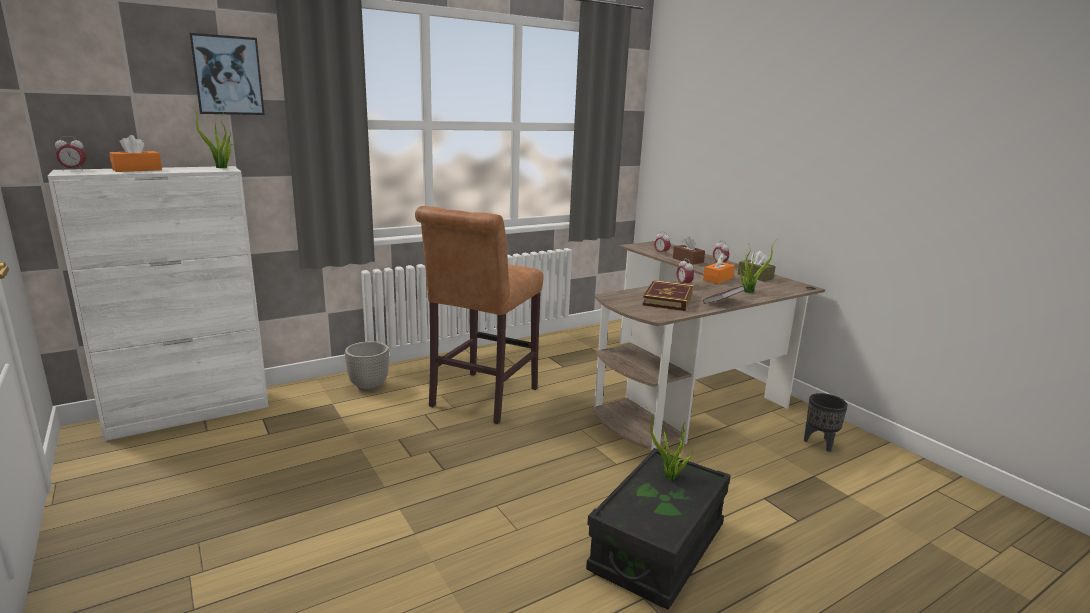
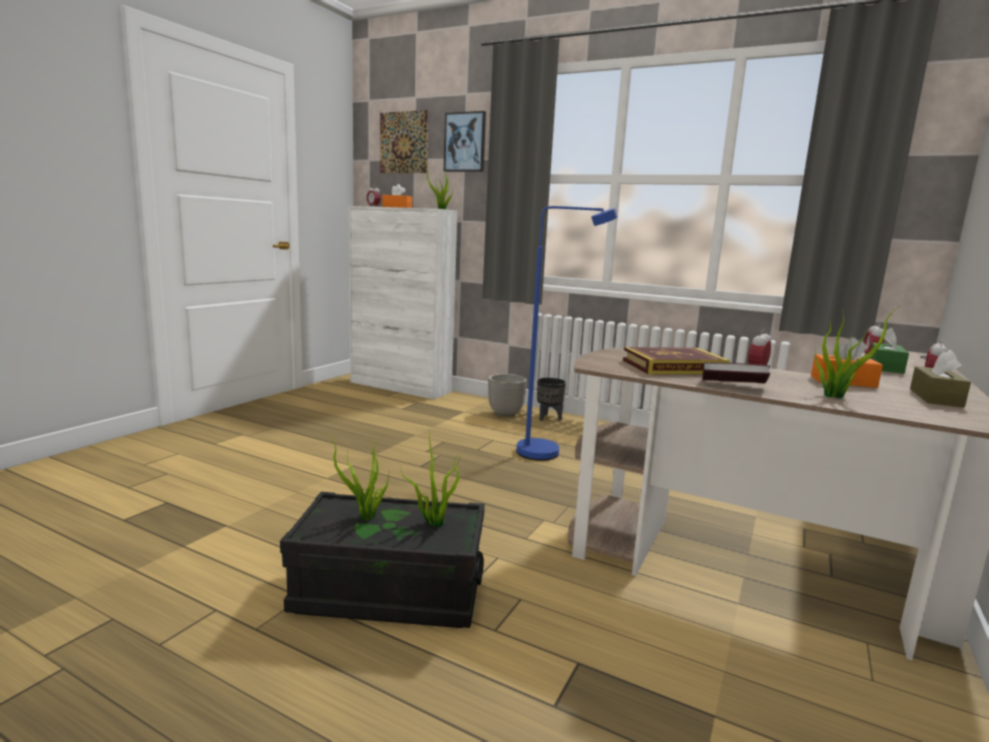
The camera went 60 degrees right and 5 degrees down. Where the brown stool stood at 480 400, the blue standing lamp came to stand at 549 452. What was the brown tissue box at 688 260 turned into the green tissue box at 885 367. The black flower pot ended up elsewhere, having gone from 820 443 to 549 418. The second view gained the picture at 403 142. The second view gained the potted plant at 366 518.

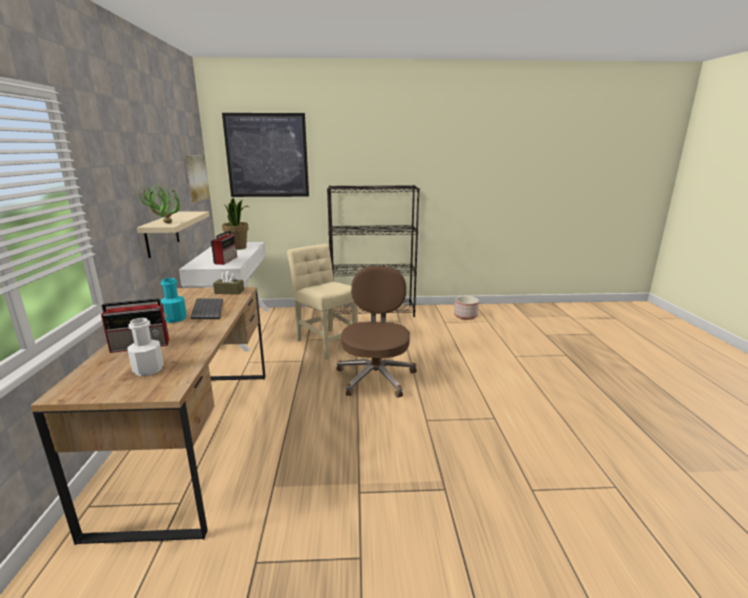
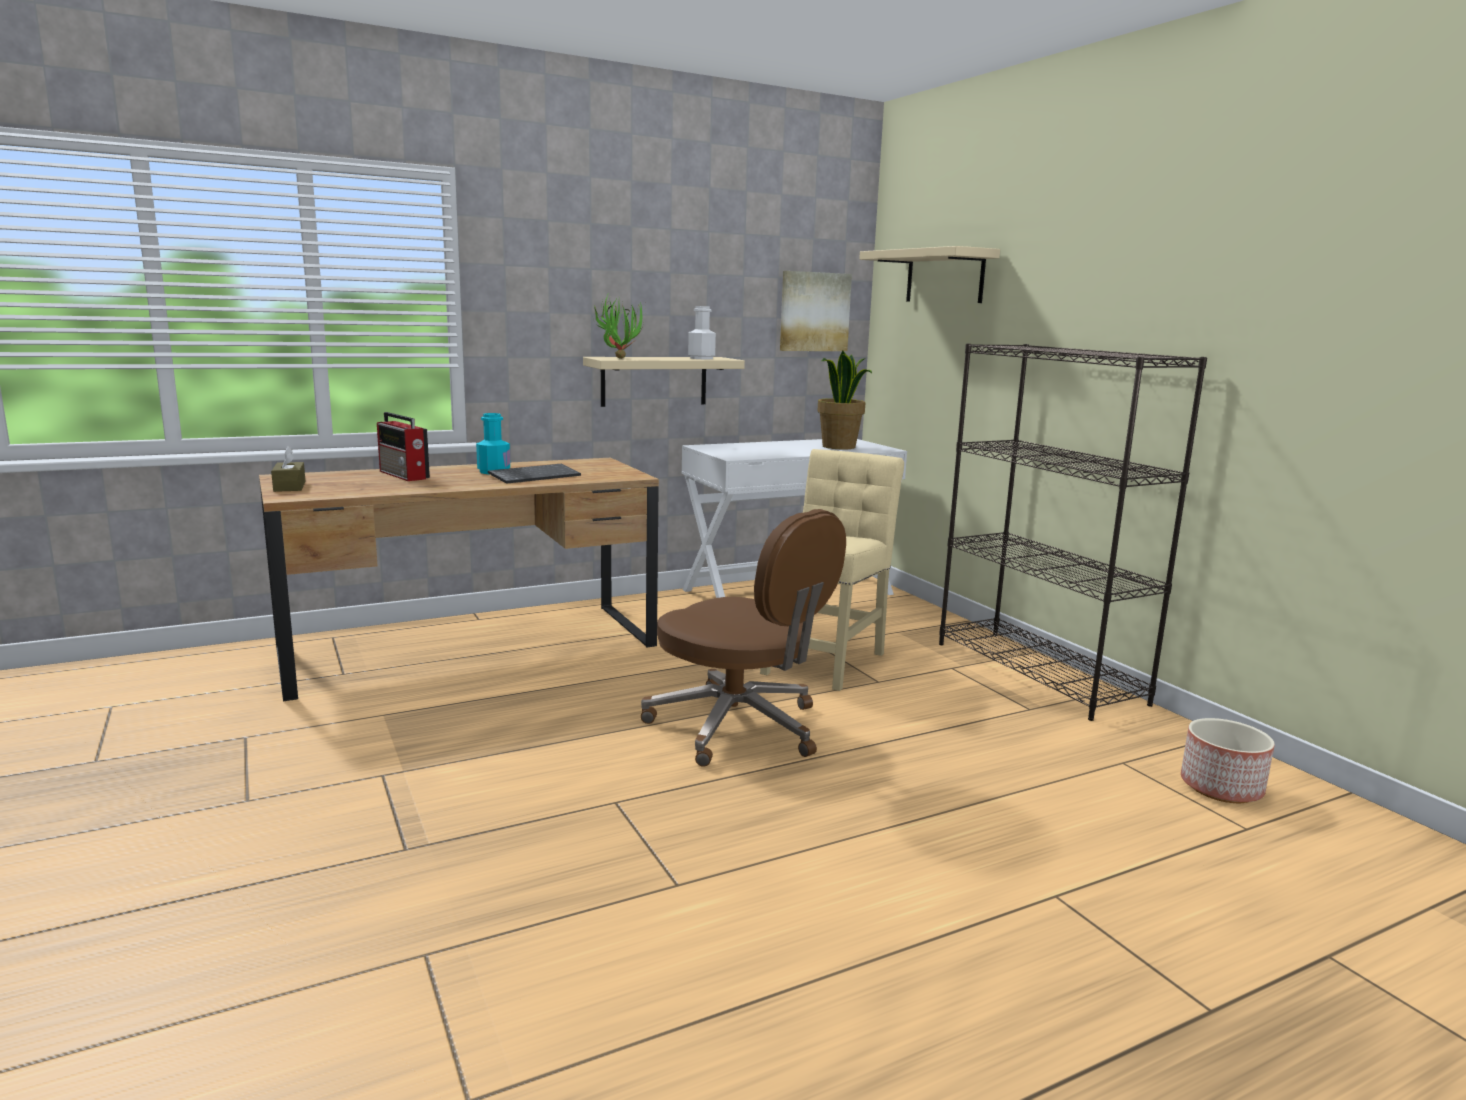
The camera went 65 degrees right and 5 degrees down. Where the picture hung at 267 156, the beige-coloured bracket shelf came to hang at 944 277. The second view lost the radio set at 226 260. The brown desk chair at 376 376 ended up facing another way, 60 degrees clockwise from before. The brown tissue box ended up elsewhere, having gone from 229 292 to 289 486. The whitish drink bottle ended up elsewhere, having gone from 148 369 to 701 358.

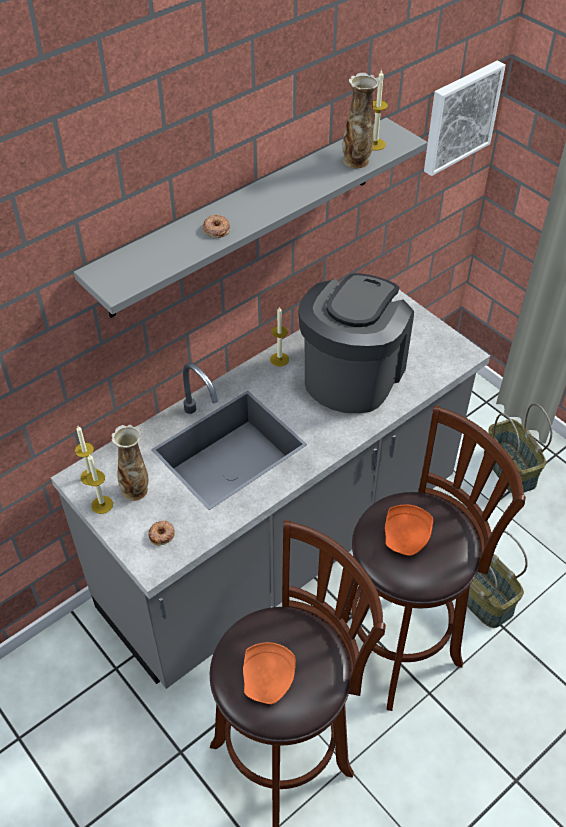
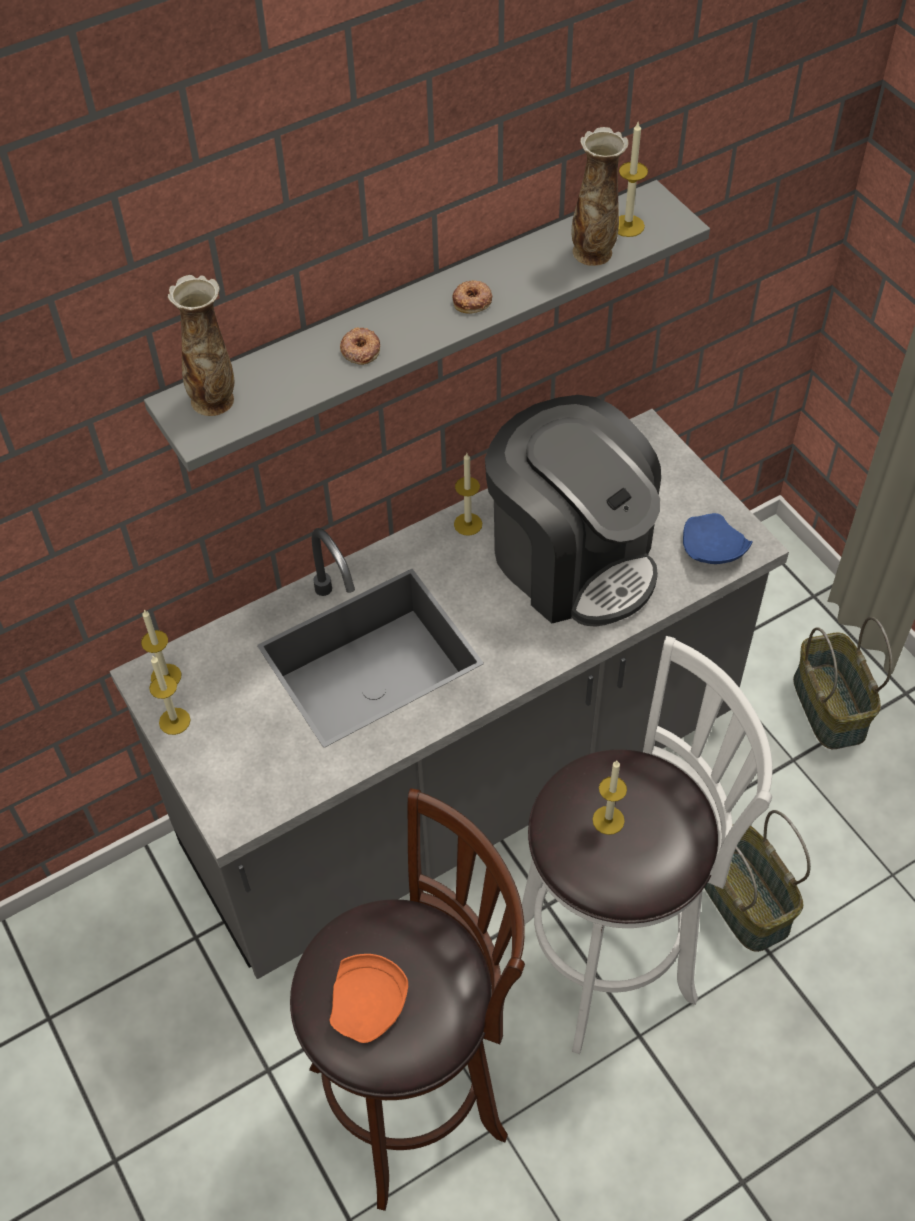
The camera went 10 degrees right and 5 degrees up. The second view lost the picture at 459 116. The coffee machine at 352 374 ended up facing another way, 105 degrees clockwise from before. What was the brown stool at 402 642 turned into the whitish stool at 613 955. The flower vase ended up elsewhere, having gone from 136 490 to 214 400. Where the orange-coloured dinner plate stood at 407 537, the wax light came to stand at 608 820. The ring doughnut ended up elsewhere, having gone from 162 534 to 472 300. The second view gained the blue dinner plate at 711 551.

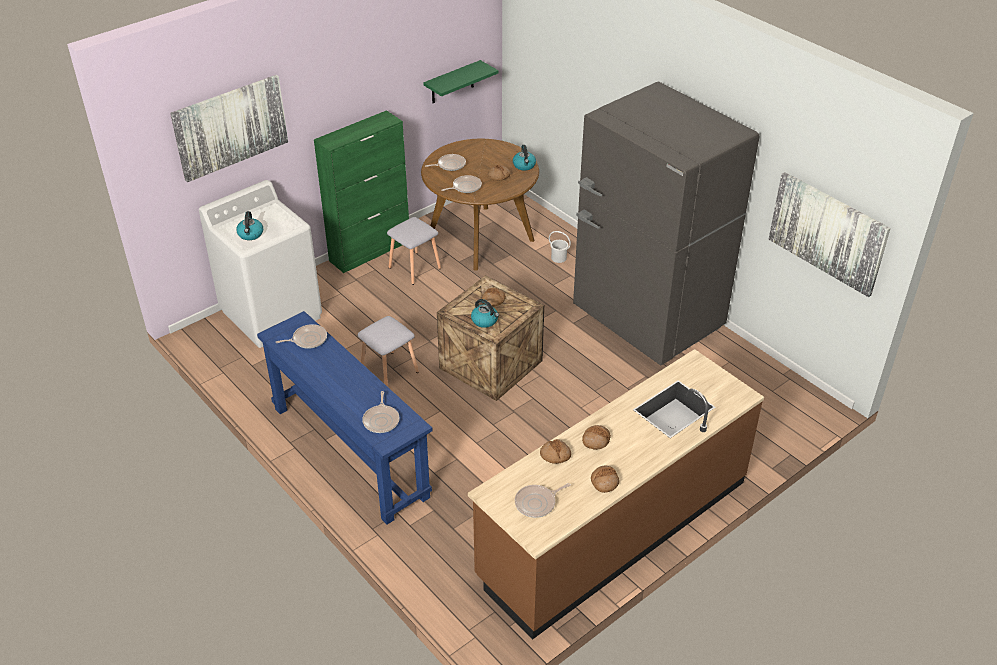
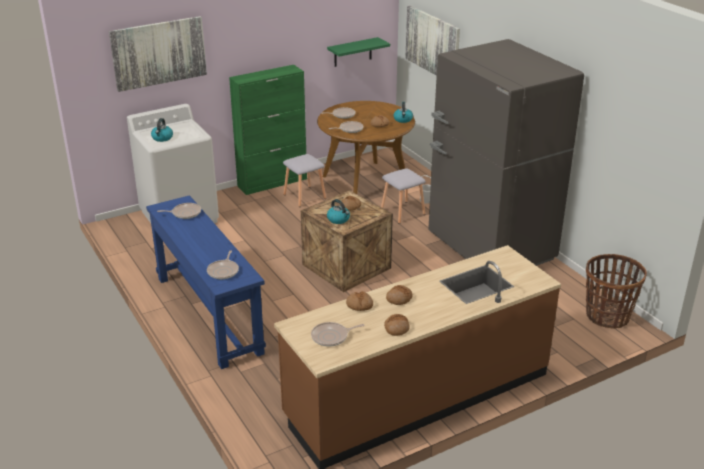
The camera went 10 degrees right and 10 degrees down. The picture ended up elsewhere, having gone from 827 233 to 432 44. The greyish stool ended up elsewhere, having gone from 389 372 to 402 212. The second view gained the household basket at 607 316.

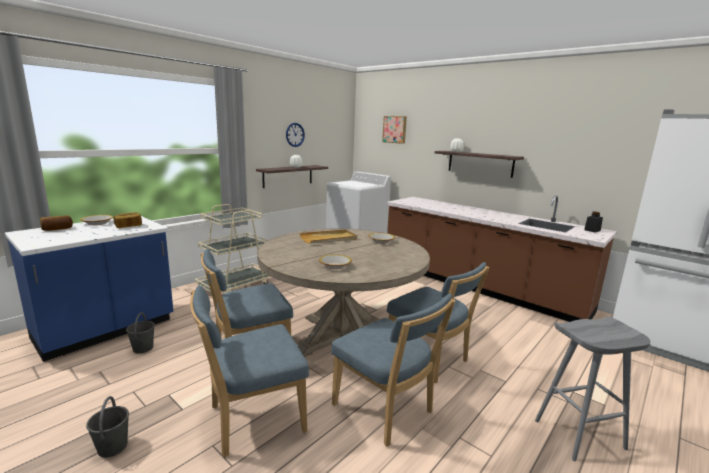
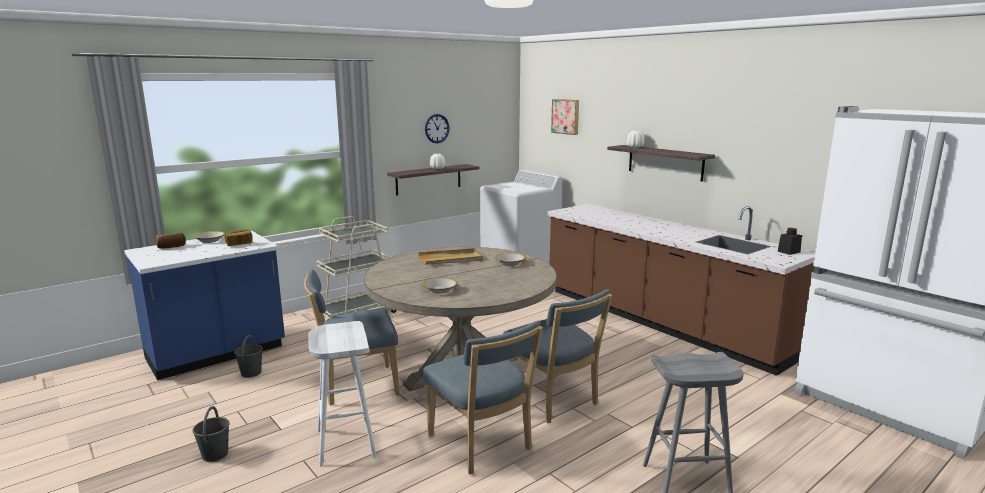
The camera went 10 degrees right and 0 degrees up. Where the blue plain chair stood at 252 420, the whitish stool came to stand at 345 442.

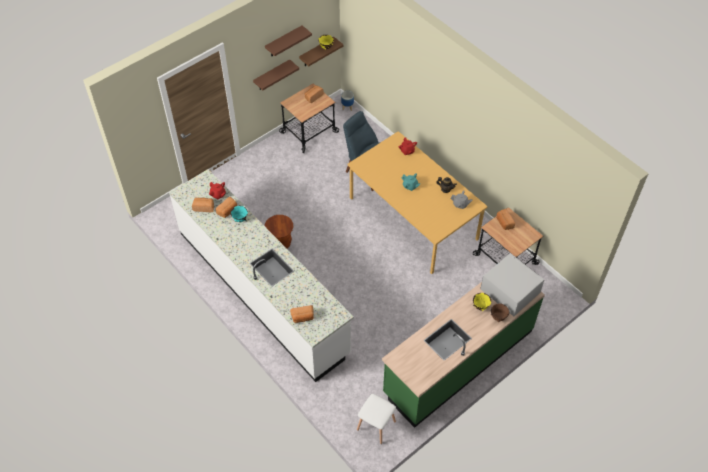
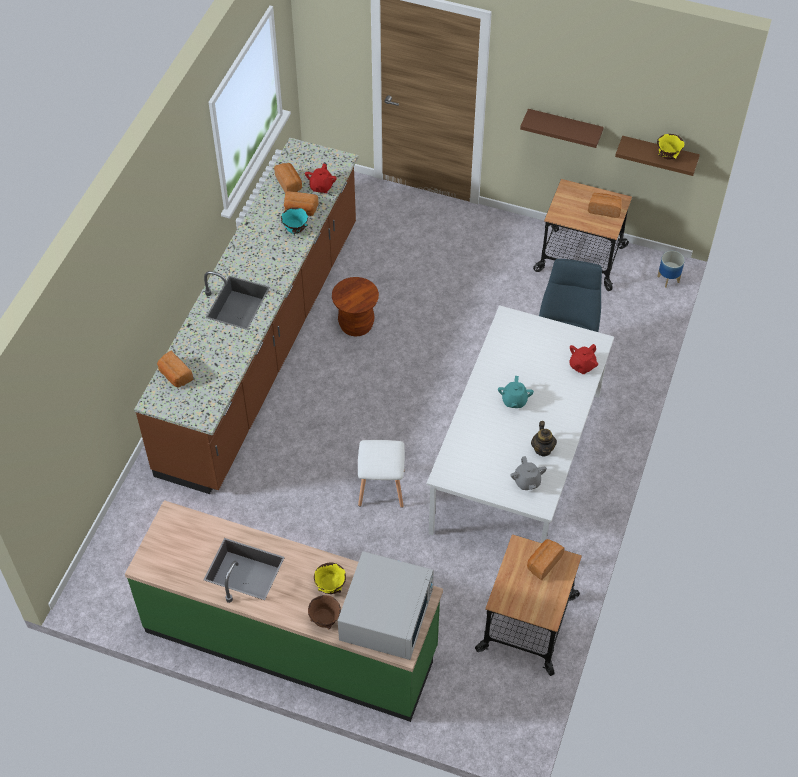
The camera went 60 degrees right and 0 degrees up. The second view lost the brown bracket shelf at 284 42. What was the orange-coloured kitchen table at 412 218 turned into the whitish kitchen table at 516 461. What was the whitish kitchen counter at 262 291 turned into the brown kitchen counter at 263 345. The whitish stool ended up elsewhere, having gone from 375 425 to 381 487.

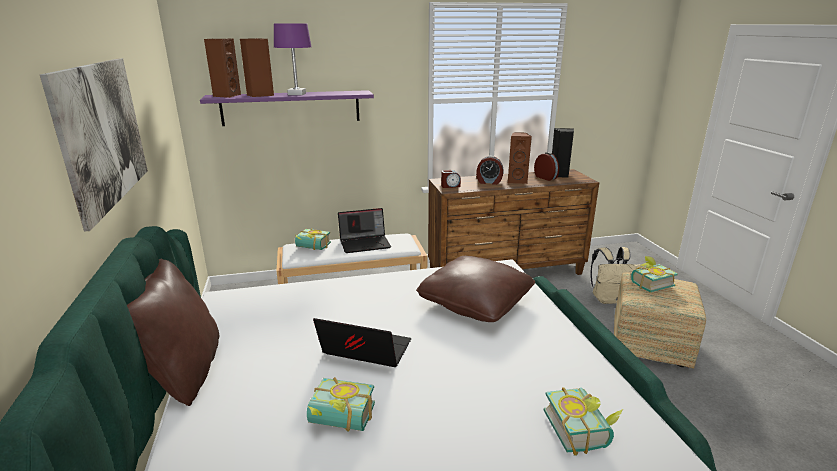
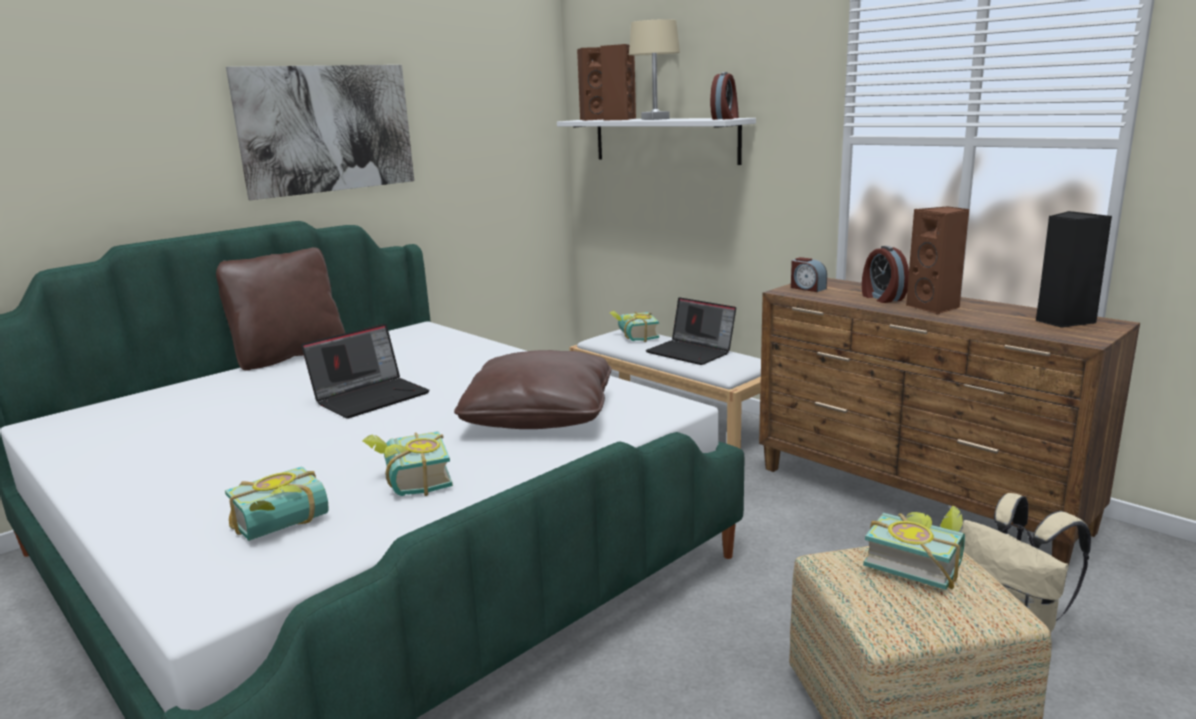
The camera went 60 degrees right and 5 degrees down. What was the purple-coloured table lamp at 296 94 turned into the beige-coloured table lamp at 655 119. What was the purple-coloured bracket shelf at 291 108 turned into the whitish bracket shelf at 664 140. The bedside clock ended up elsewhere, having gone from 546 177 to 725 118. The laptop at 364 351 ended up facing another way, 60 degrees clockwise from before. The bound book ended up elsewhere, having gone from 340 422 to 410 482.

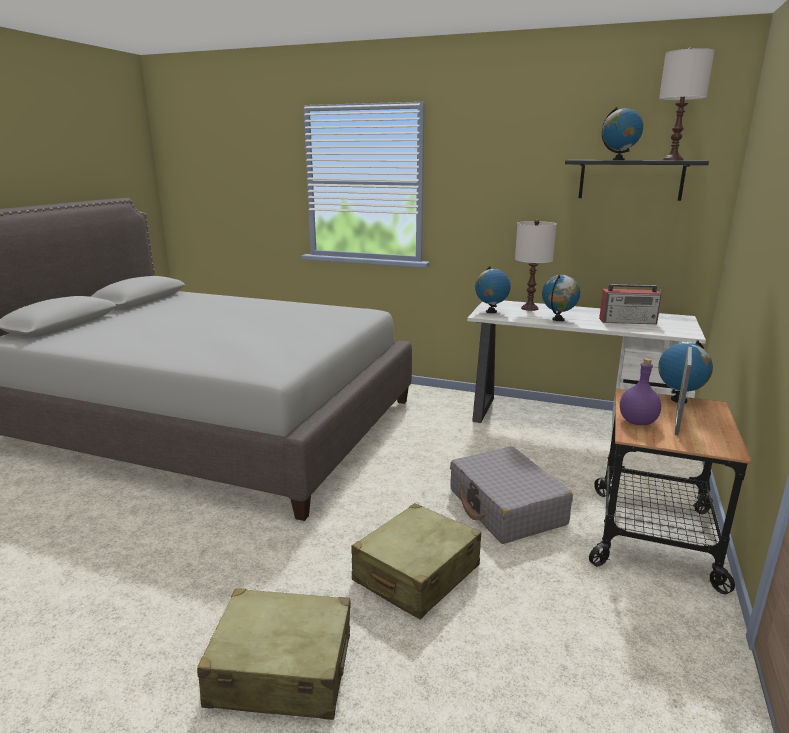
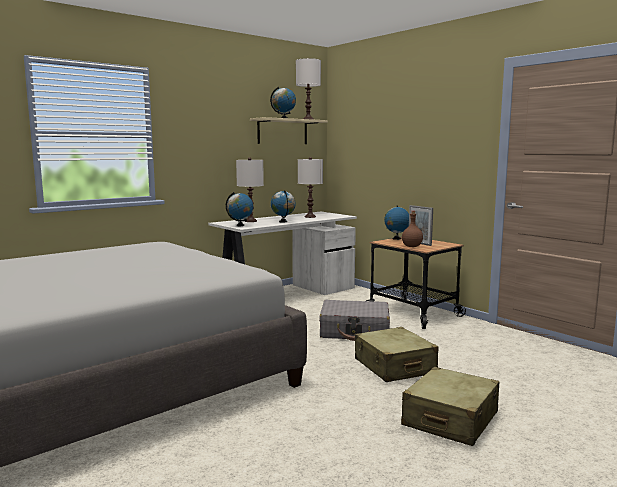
The camera went 60 degrees left and 10 degrees down. What was the black bracket shelf at 630 179 turned into the beige-coloured bracket shelf at 282 131. Where the radio set stood at 628 321, the whitish table lamp came to stand at 310 217. What was the purple-coloured drink bottle at 638 422 turned into the brown drink bottle at 412 246.

